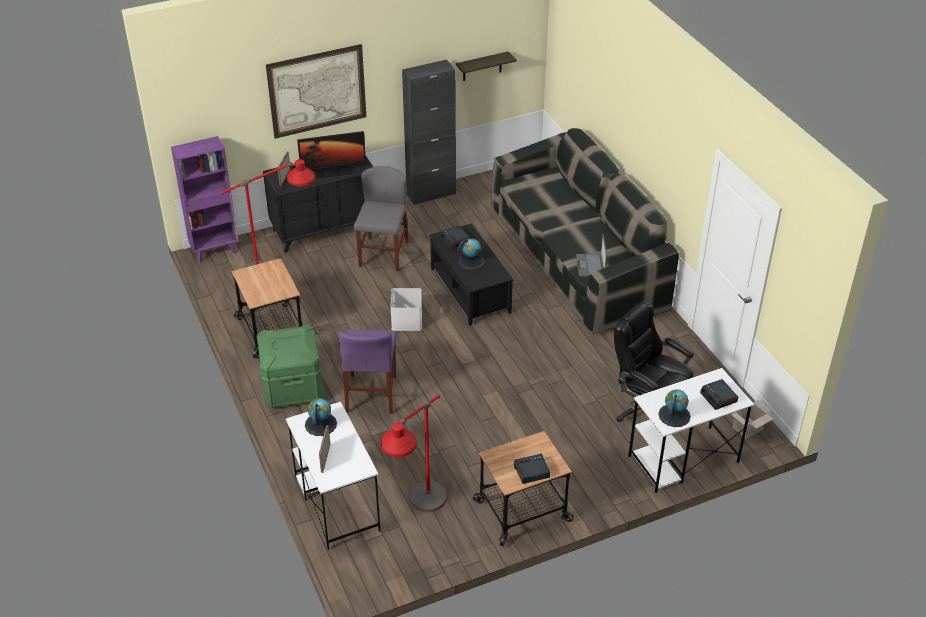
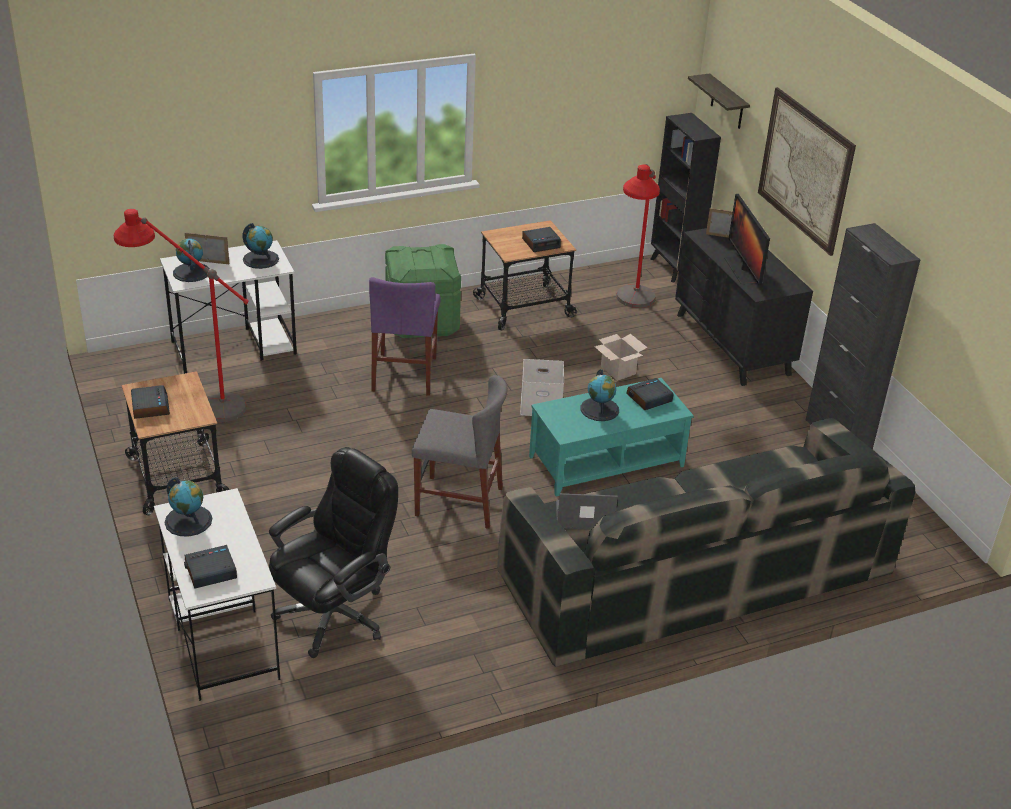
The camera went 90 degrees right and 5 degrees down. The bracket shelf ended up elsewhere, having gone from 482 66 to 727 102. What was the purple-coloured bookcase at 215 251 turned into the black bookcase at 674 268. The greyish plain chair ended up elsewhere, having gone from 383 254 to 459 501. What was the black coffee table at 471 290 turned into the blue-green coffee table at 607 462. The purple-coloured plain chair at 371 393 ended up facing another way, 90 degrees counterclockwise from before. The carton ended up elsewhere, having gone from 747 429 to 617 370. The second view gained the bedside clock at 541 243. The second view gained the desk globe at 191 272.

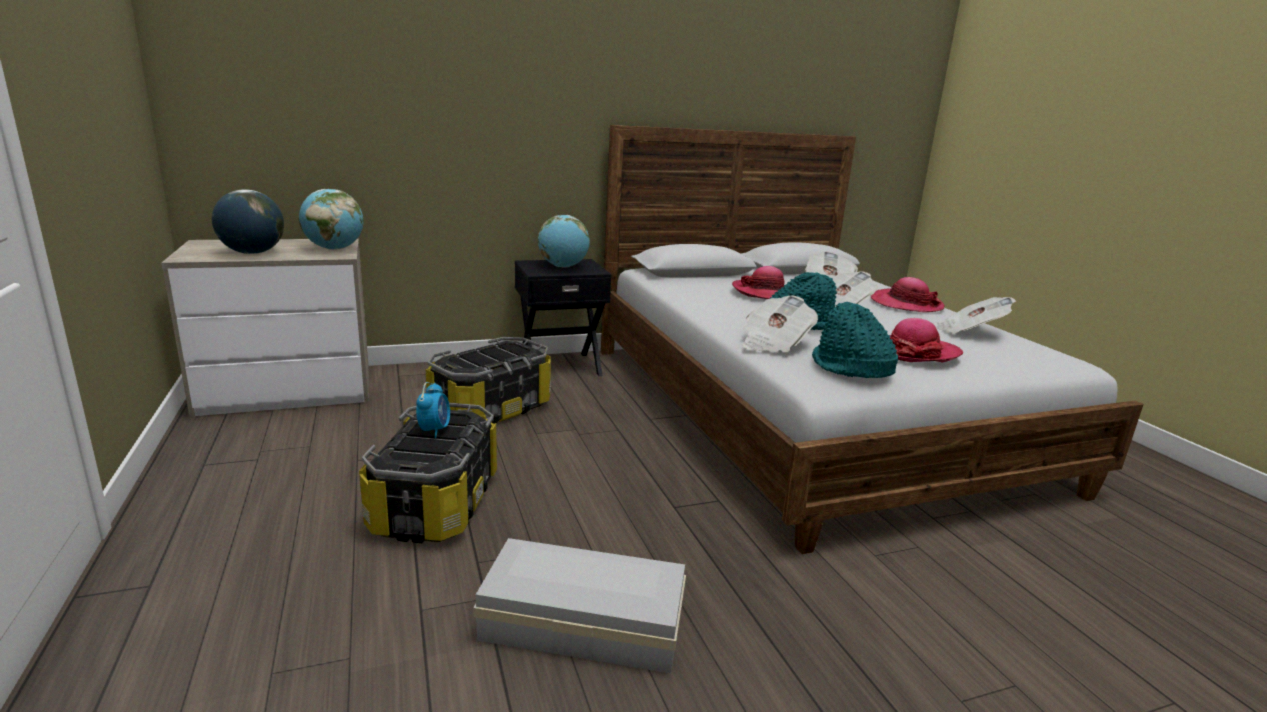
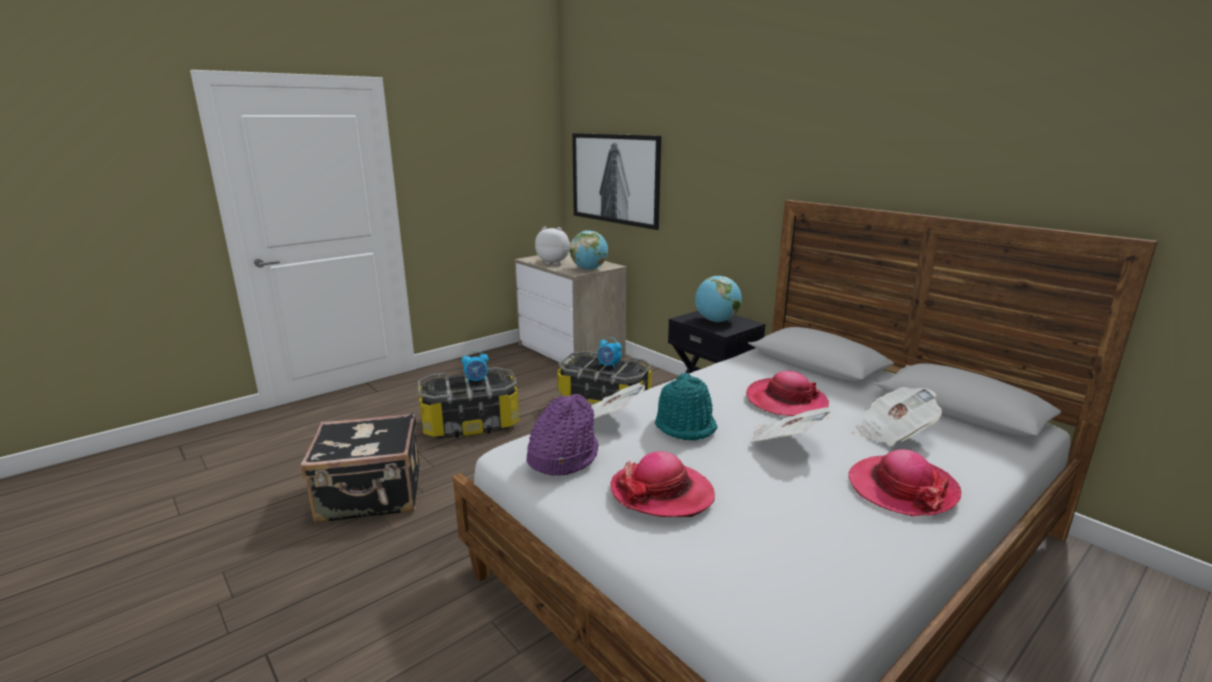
The camera went 70 degrees right and 0 degrees up. Where the desk globe stood at 253 253, the cuddly toy came to stand at 554 263. The second view lost the newspaper at 968 332. What was the blue-green wearable hat at 850 368 turned into the purple-coloured wearable hat at 562 457. Where the whitish storage bin stood at 580 620, the black suitcase came to stand at 371 496. The second view gained the picture at 616 179. The second view gained the bedside clock at 609 366.

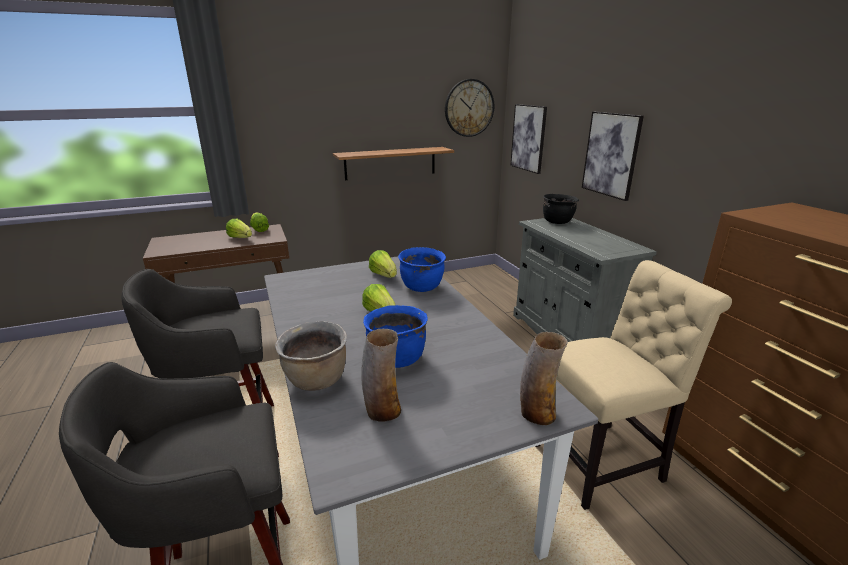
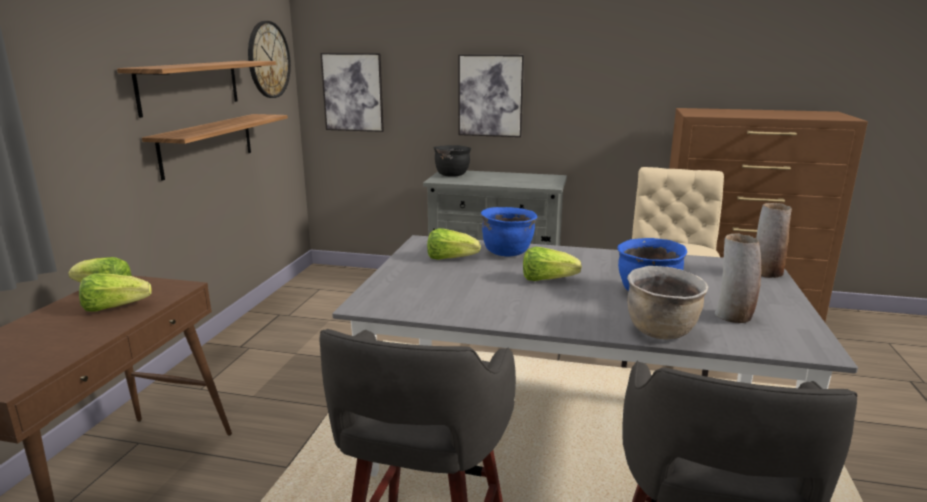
The camera went 55 degrees left and 5 degrees down. The second view gained the bracket shelf at 190 86.

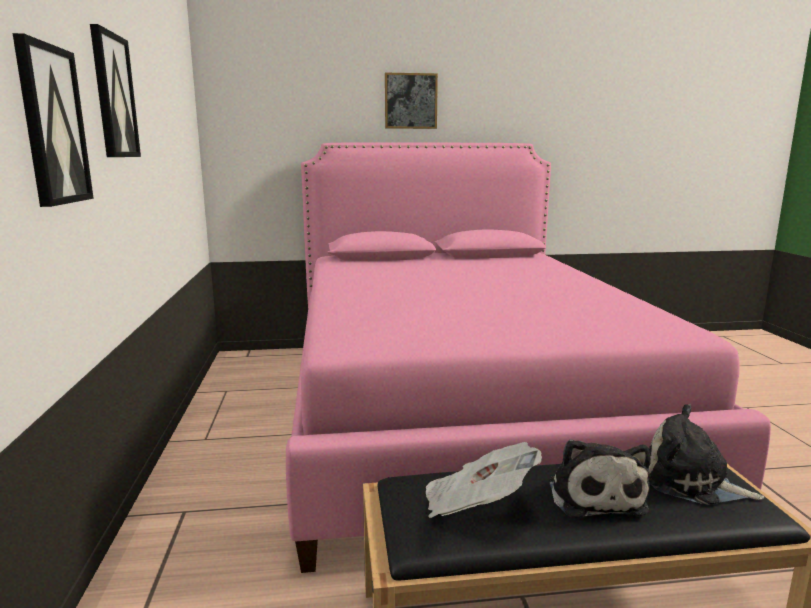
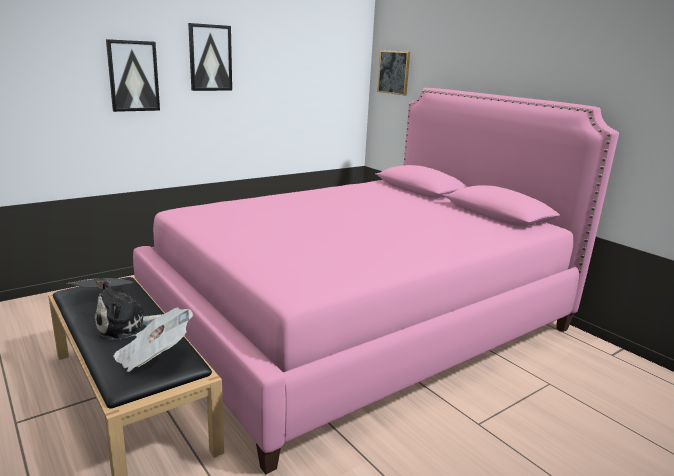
The camera went 60 degrees right and 5 degrees up. The picture ended up elsewhere, having gone from 410 101 to 394 72. Where the cuddly toy stood at 691 482, the newspaper came to stand at 154 356.

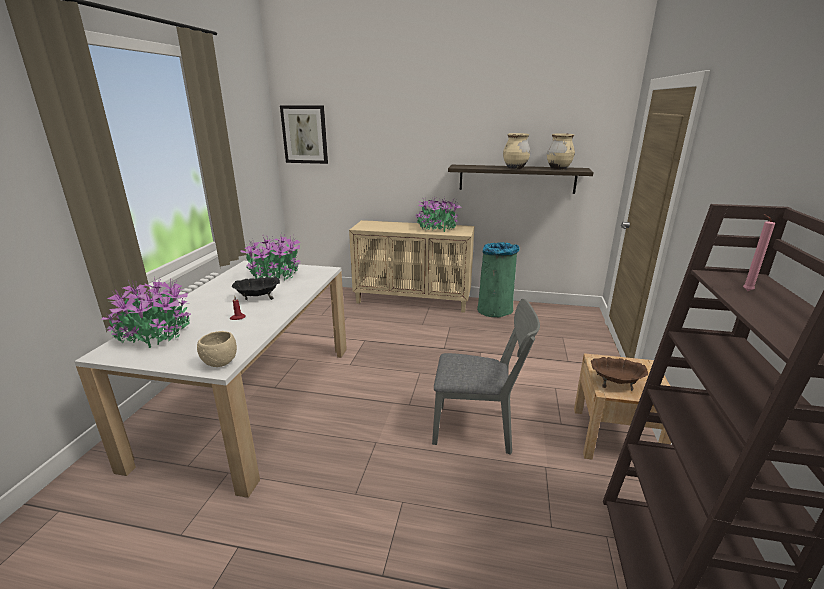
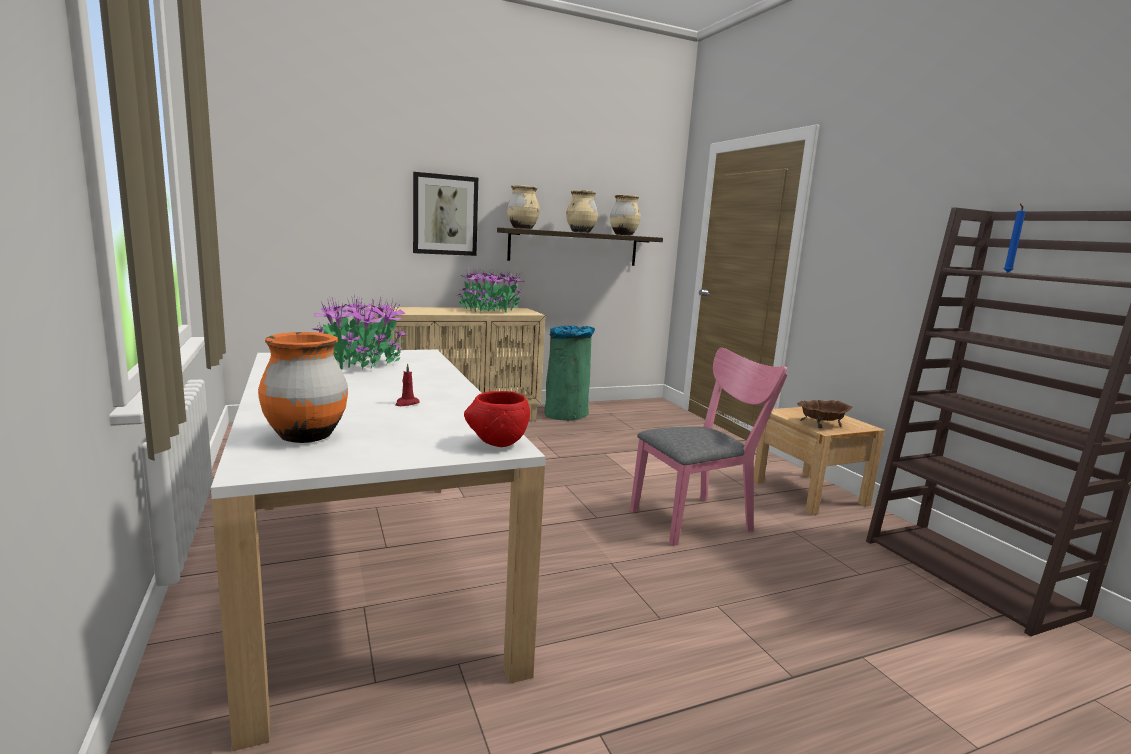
The camera went 35 degrees left and 10 degrees down. The picture ended up elsewhere, having gone from 305 134 to 445 215. What was the pink-coloured wax light at 745 291 turned into the blue wax light at 1006 272. Where the potted plant stood at 155 335, the orange-coloured flower vase came to stand at 306 436. The second view lost the black serving bowl at 258 298. What was the greyish plain chair at 480 429 turned into the pink-coloured plain chair at 698 518. What was the beige-coloured serving bowl at 220 363 turned into the red serving bowl at 497 444. The second view gained the beige-coloured flower vase at 522 228.

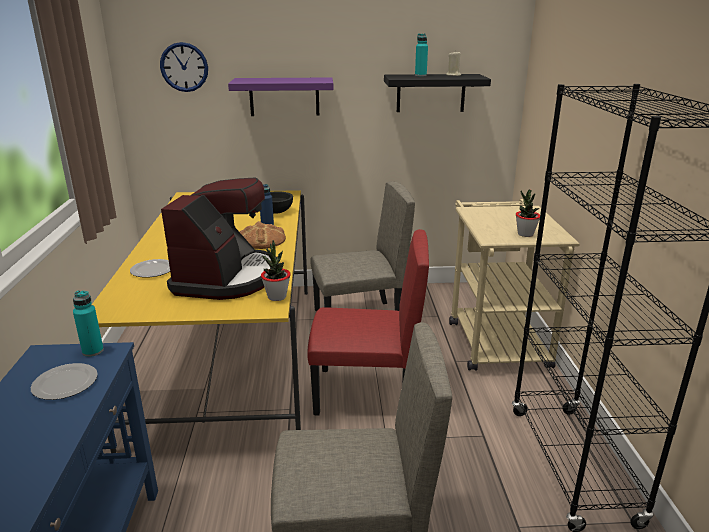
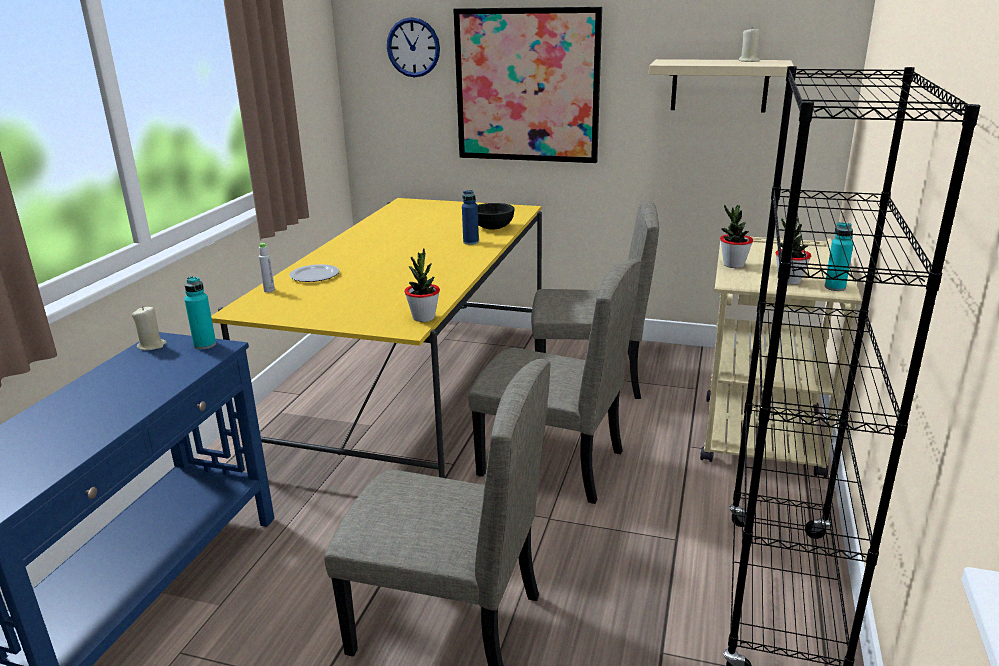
The camera went 20 degrees right and 0 degrees up. The blue-green drink bottle ended up elsewhere, having gone from 420 75 to 835 287. What was the black bracket shelf at 430 93 turned into the beige-coloured bracket shelf at 719 85. Where the purple-coloured bracket shelf hung at 284 96, the picture came to hang at 527 86. The second view lost the coffee machine at 227 278. The second view lost the bread at 261 240. What was the red plain chair at 365 394 turned into the beige-coloured plain chair at 551 464. The second view lost the dinner plate at 66 384. The second view gained the potted plant at 733 265. The second view gained the greyish drink bottle at 269 290. The second view gained the beige-coloured wax light at 152 346.

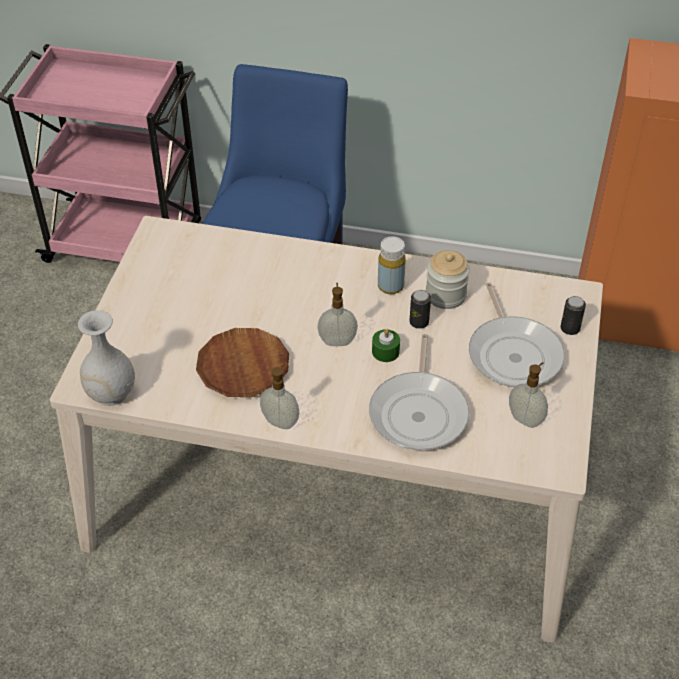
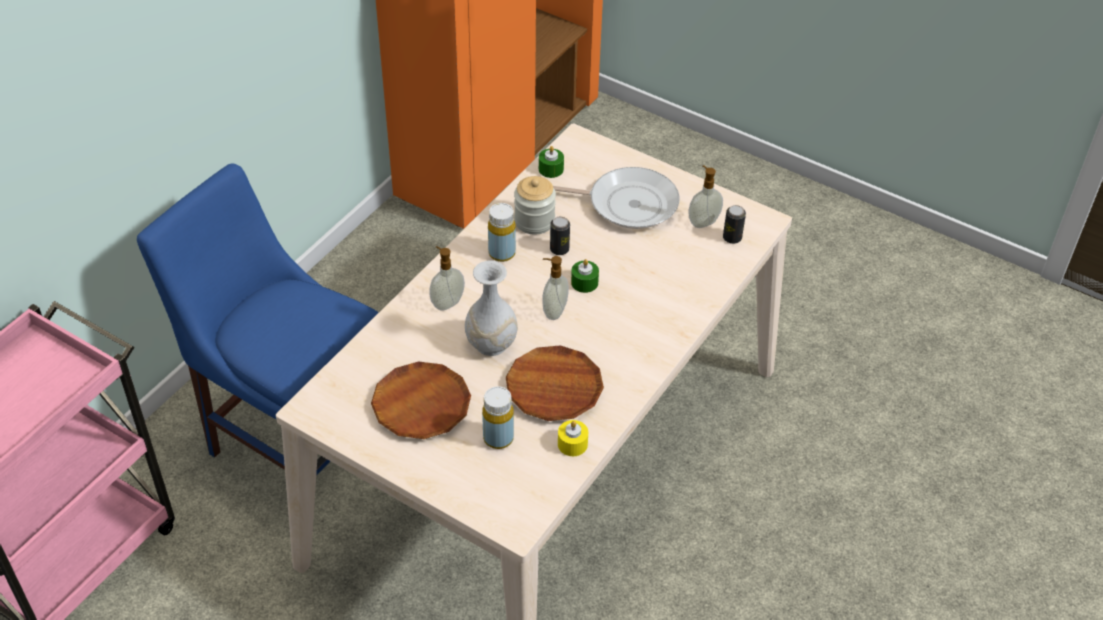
The camera went 70 degrees left and 0 degrees up. The can ended up elsewhere, having gone from 570 329 to 732 238. The whitish flower vase ended up elsewhere, having gone from 111 393 to 490 344. The second view lost the frying pan at 419 412. The soap bottle ended up elsewhere, having gone from 281 421 to 447 302. The second view gained the green wax light at 551 169. The second view gained the brown dinner plate at 421 405. The second view gained the yellow-coloured drink bottle at 498 438. The second view gained the yellow-coloured wax light at 572 444.

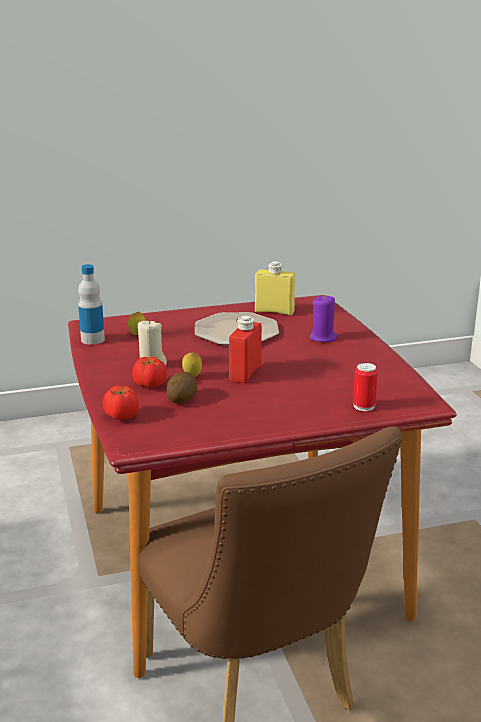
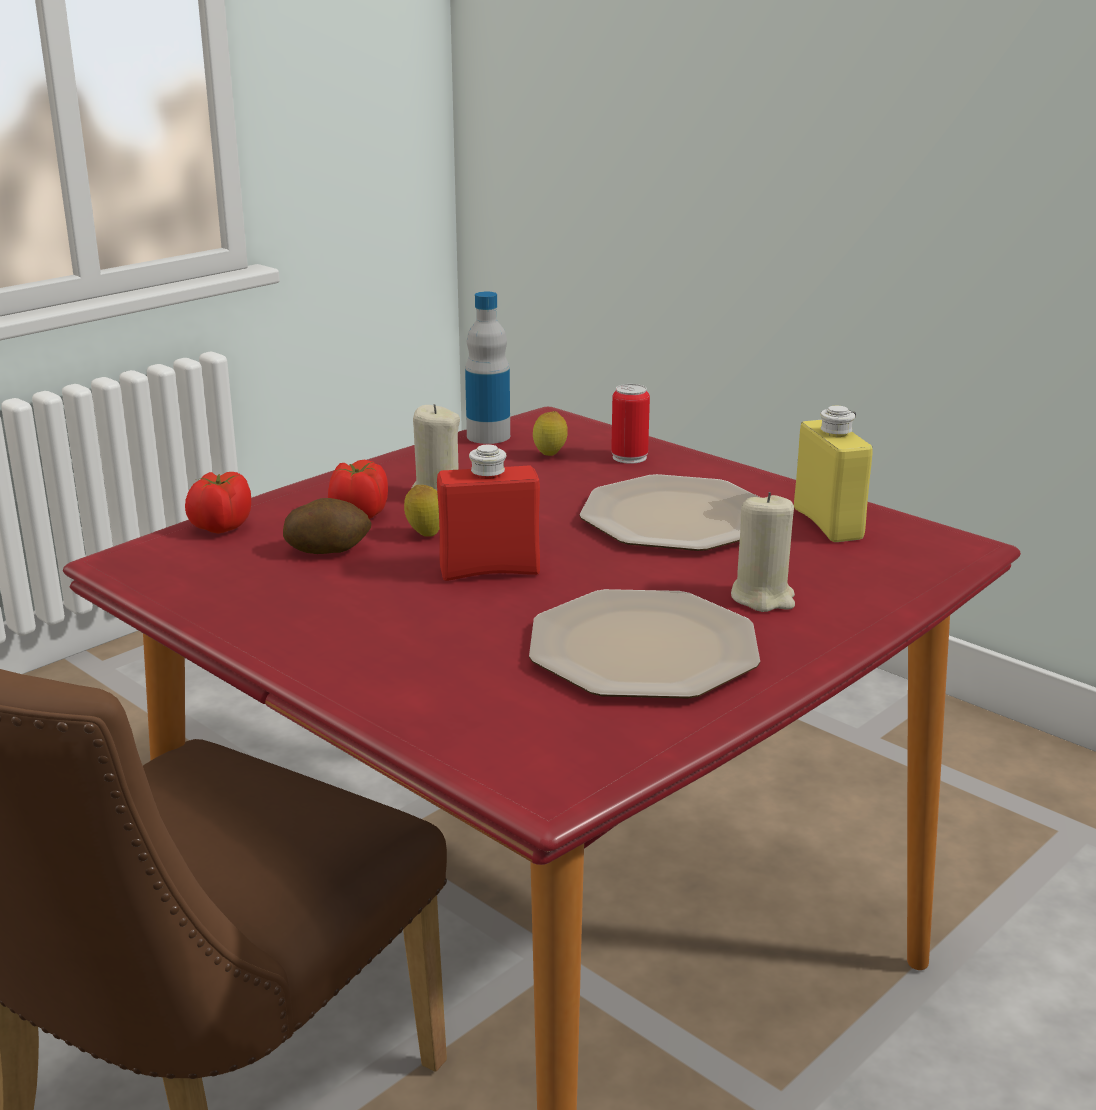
The camera went 60 degrees right and 0 degrees up. What was the purple-coloured wax light at 323 338 turned into the beige-coloured wax light at 763 597. The can ended up elsewhere, having gone from 364 406 to 629 457. The second view gained the dinner plate at 645 649.

